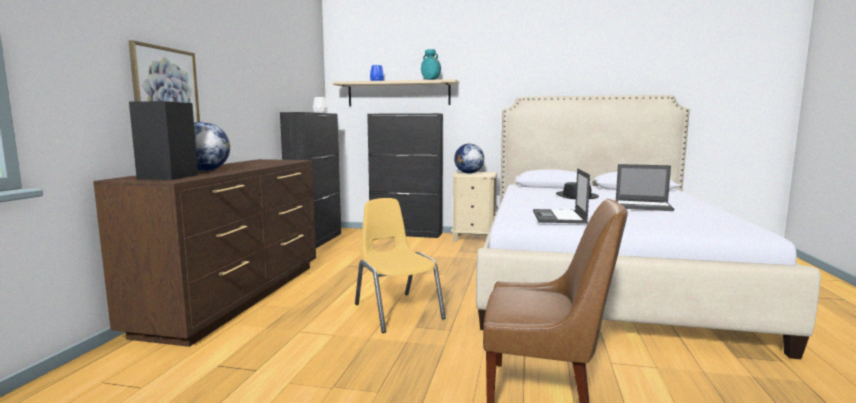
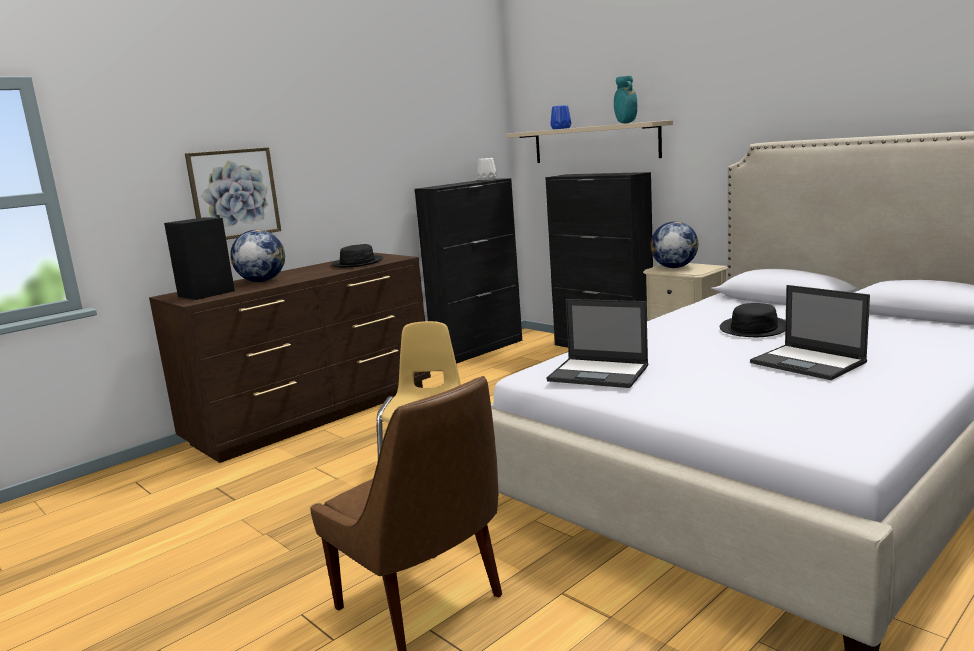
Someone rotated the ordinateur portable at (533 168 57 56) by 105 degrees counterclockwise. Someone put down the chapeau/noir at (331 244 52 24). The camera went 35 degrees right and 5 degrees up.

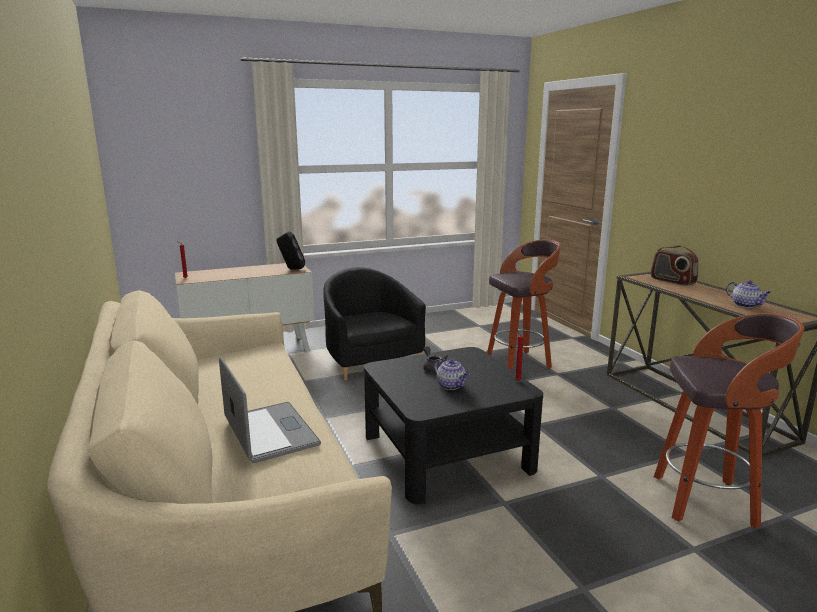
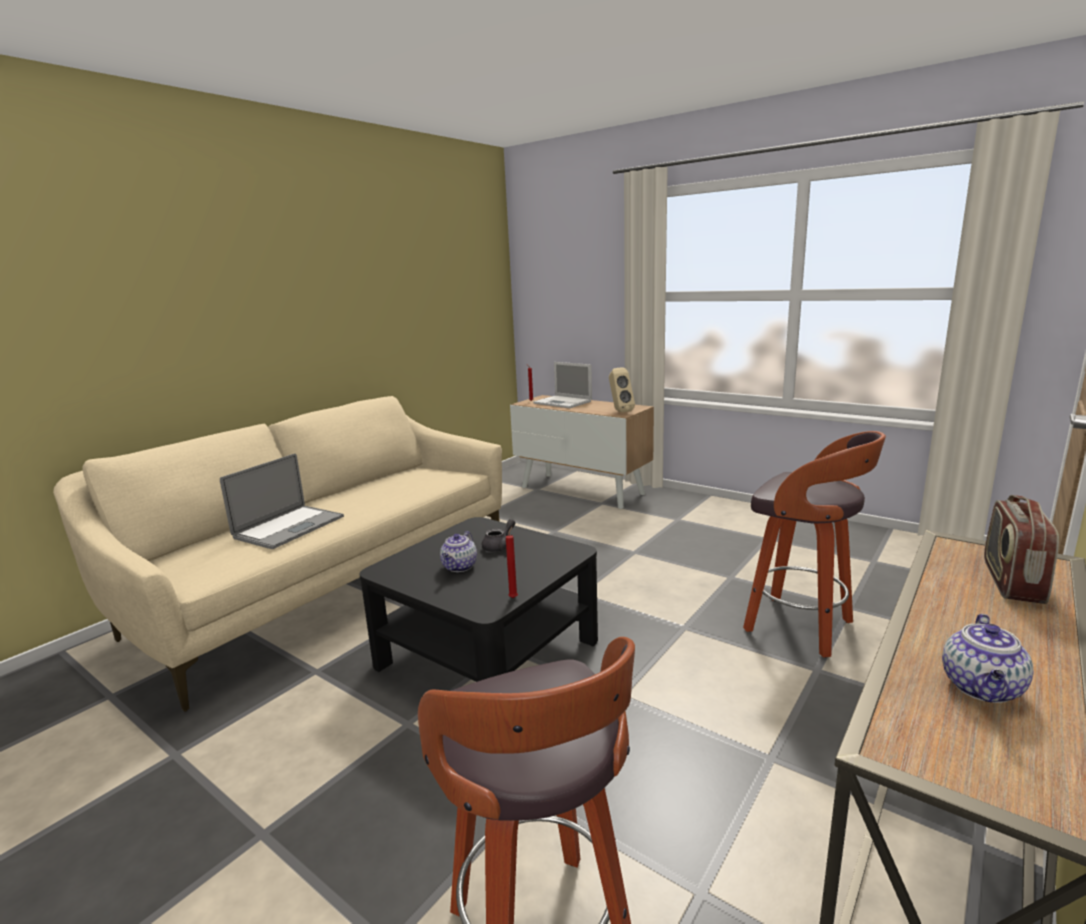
Someone repainted the enceinte/noir at (277 231 28 39), which became the enceinte/beige at (609 368 26 44). Someone took away the fauteuil/noir at (323 267 103 113). Someone put down the ordinateur portable at (533 362 59 46). The camera went 60 degrees right and 0 degrees up.

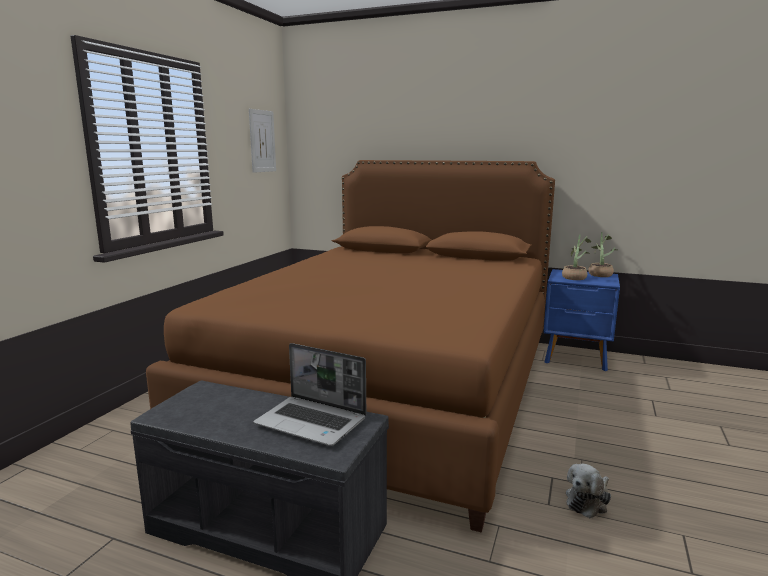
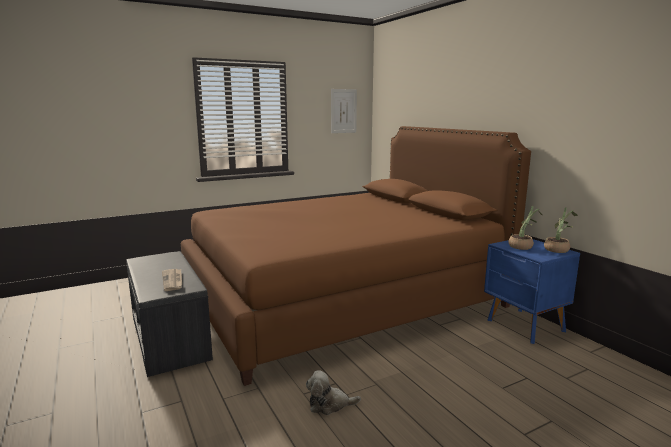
Someone swapped the ordinateur portable at (253 343 113 103) for the journal at (162 269 20 22). The camera went 40 degrees right and 0 degrees up.

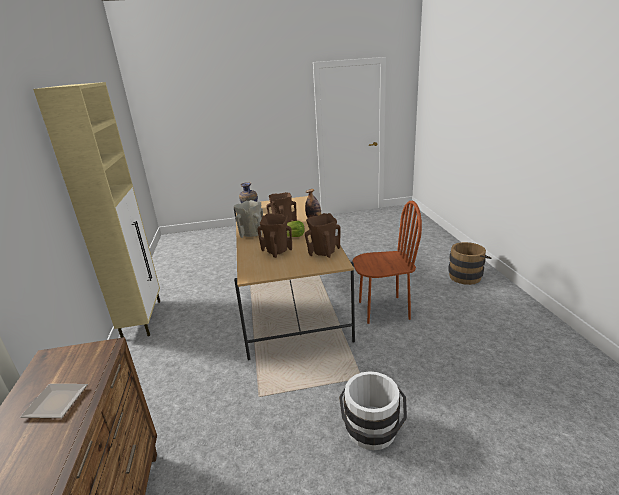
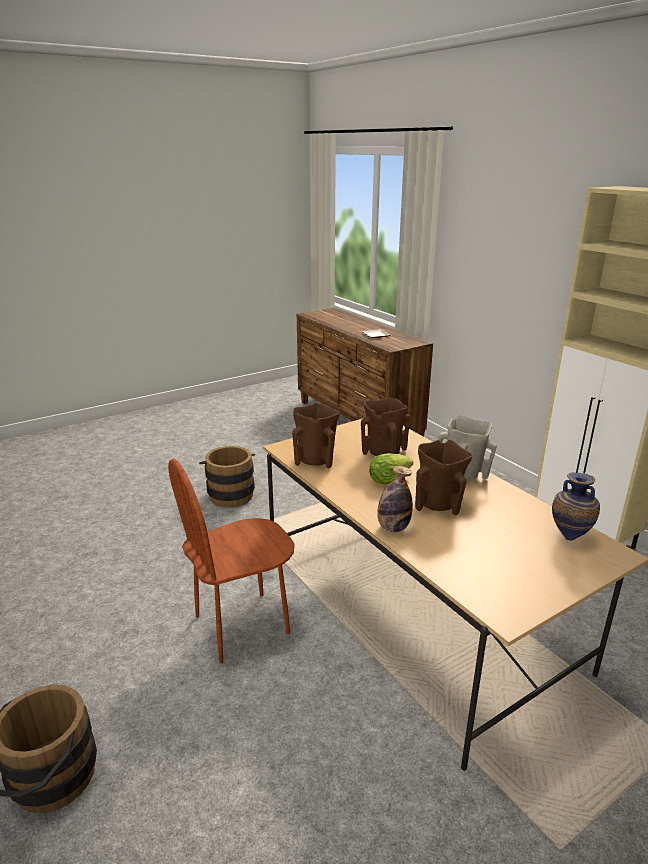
Someone repainted the seau/blanc at (339 371 68 79), which became the seau/marron at (199 446 56 62). The camera went 155 degrees right and 0 degrees up.

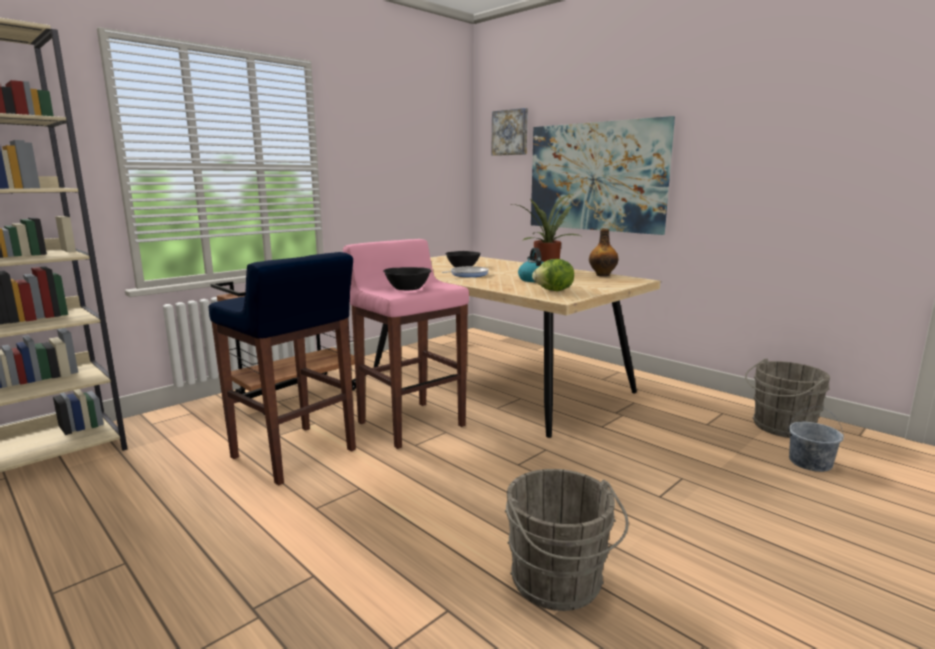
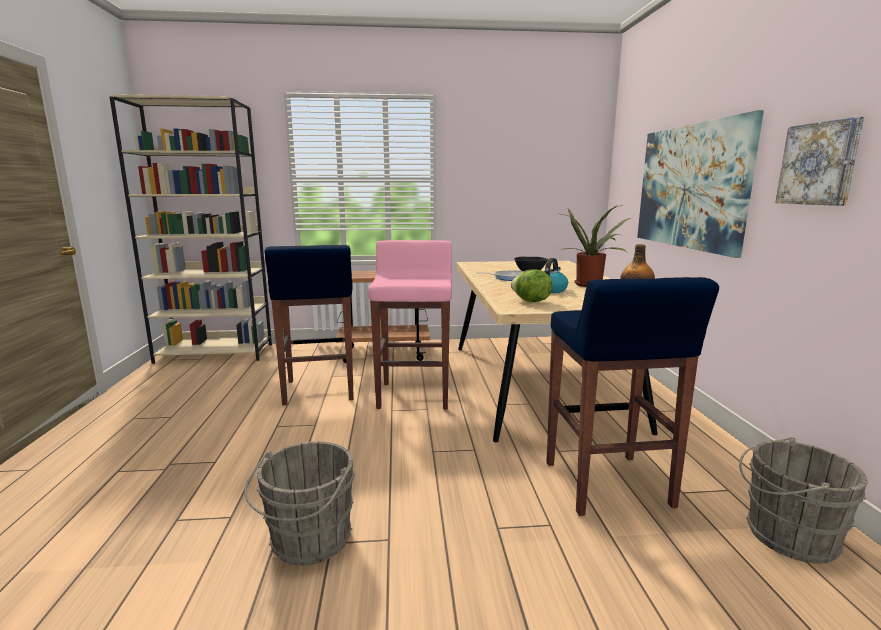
Someone carried the tableau from (491 108 37 48) to (775 117 89 89). Someone took away the bol/noir at (383 267 48 24). Someone took away the seau/gris at (788 406 56 66). Someone put down the tabouret/bleu at (546 277 173 239). The camera went 40 degrees right and 0 degrees up.

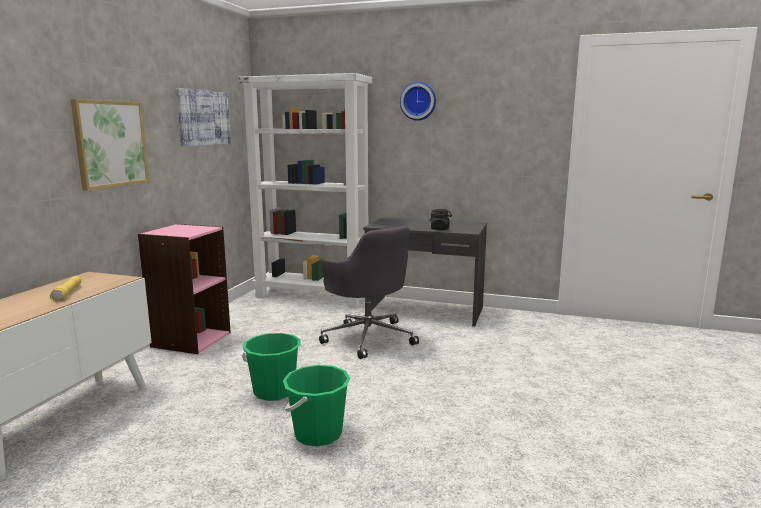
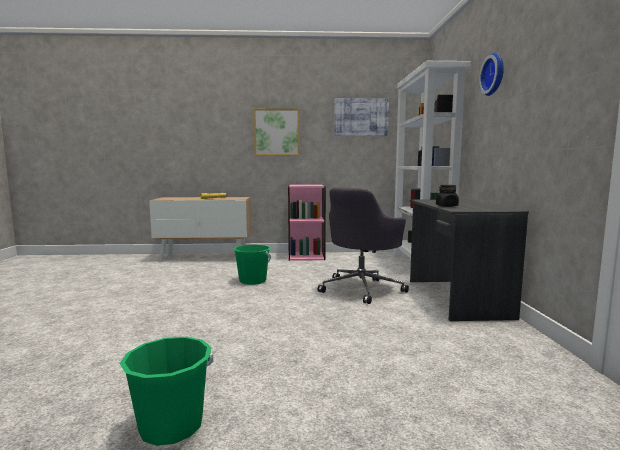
Someone carried the seau/vert from (283 365 68 82) to (120 337 94 109). The camera went 70 degrees right and 5 degrees down.

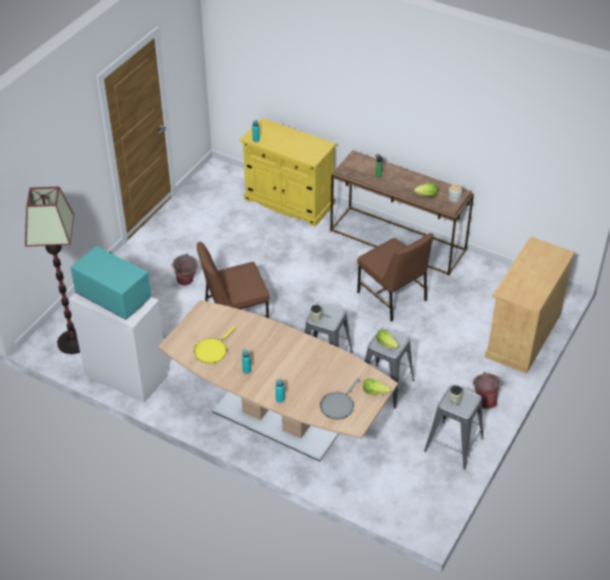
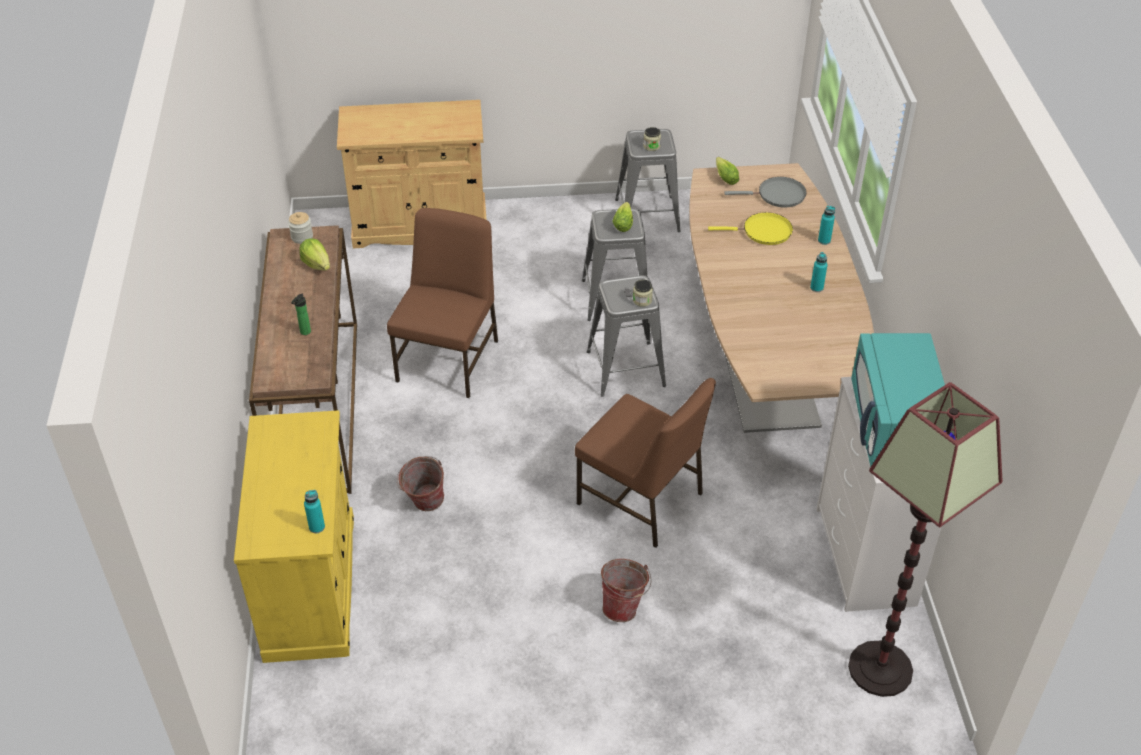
Someone carried the poêle/jaune from (194 326 42 38) to (708 212 85 33). Someone carried the seau from (473 372 29 37) to (397 456 47 55). The camera went 125 degrees left and 0 degrees up.

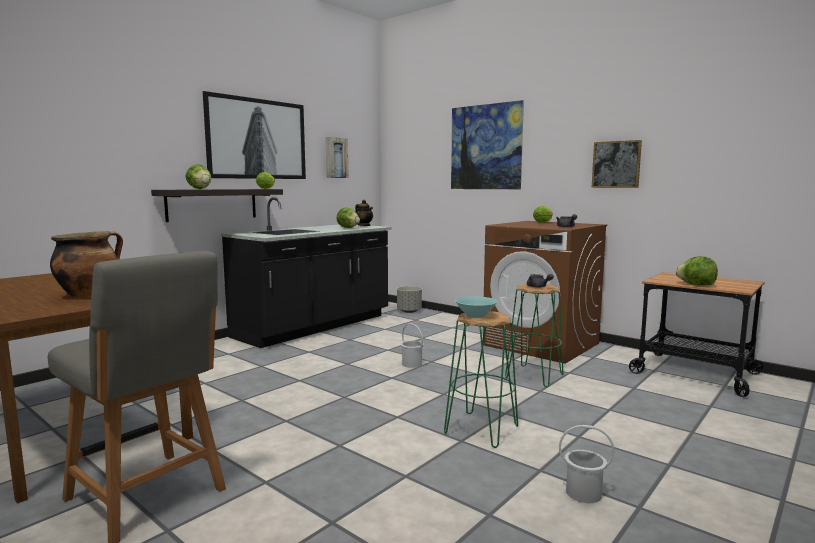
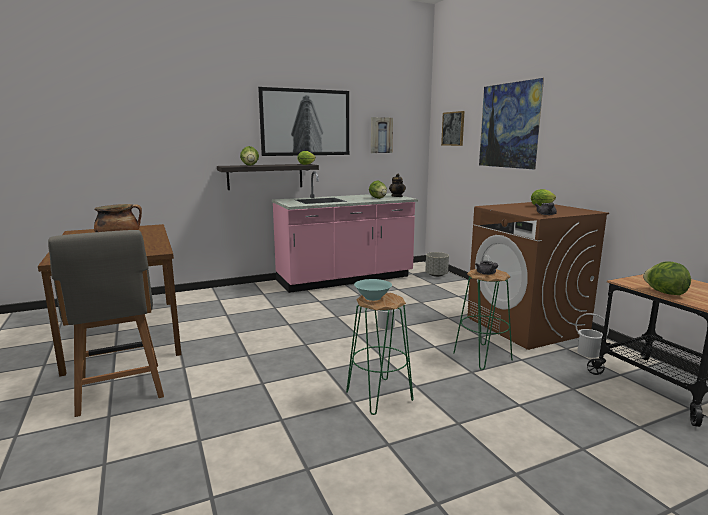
Someone carried the tableau from (592 140 50 48) to (441 111 23 35). Someone repainted the comptoir de cuisine/noir at (221 197 170 151), which became the comptoir de cuisine/rose at (272 171 146 122). Someone carried the seau/blanc from (559 425 56 78) to (575 313 34 45). The camera went 25 degrees right and 5 degrees up.

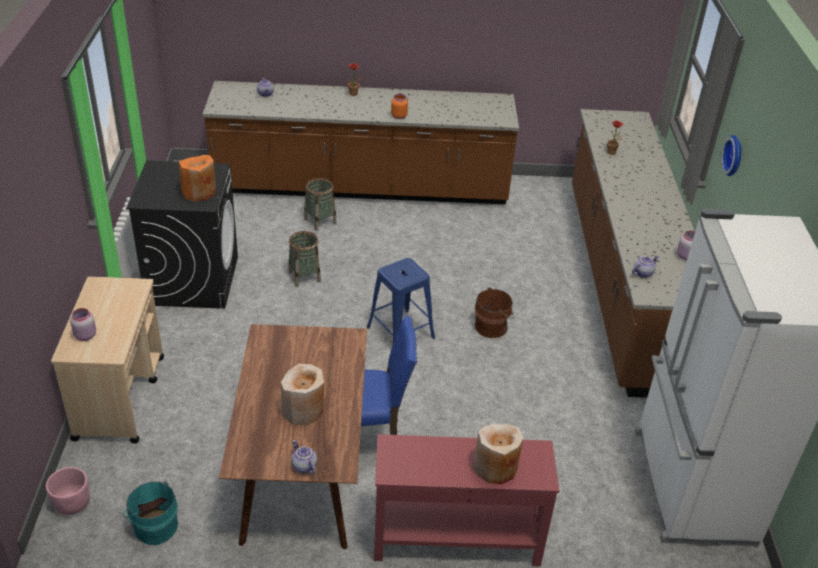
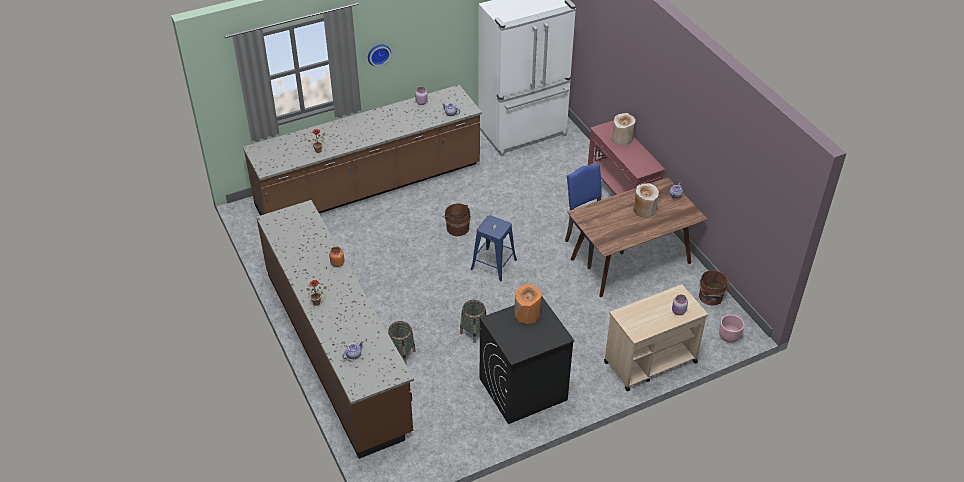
Someone repainted the seau/turquoise at (123 481 55 64), which became the seau/marron at (699 270 30 36). The camera went 115 degrees left and 5 degrees up.

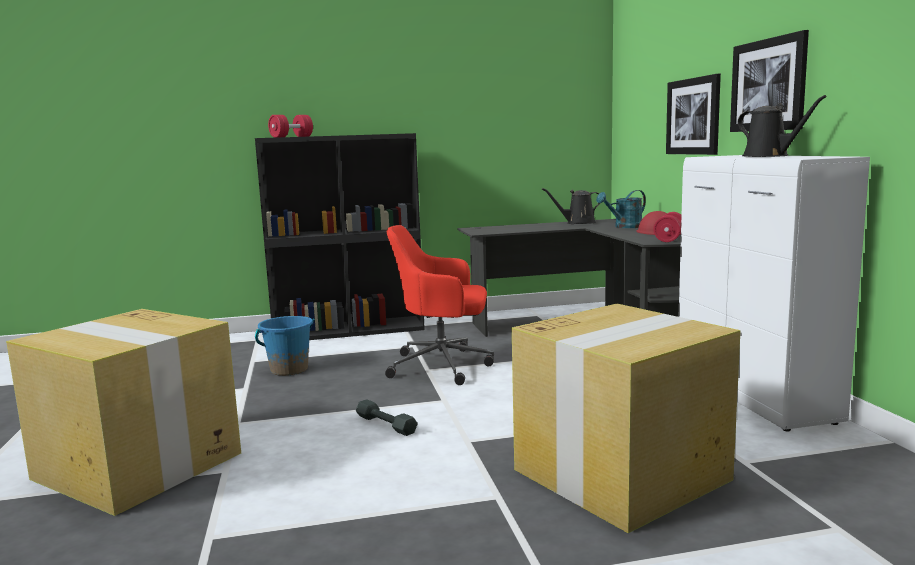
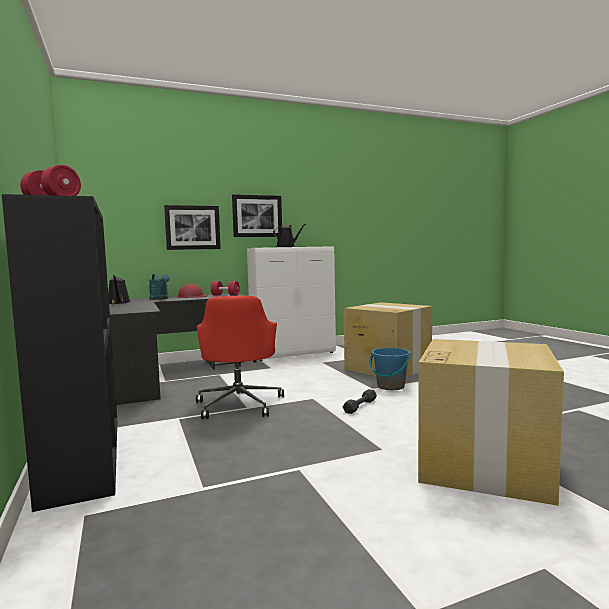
Someone carried the seau/bleu from (255 316 59 60) to (369 348 42 42). The camera went 100 degrees left and 5 degrees down.

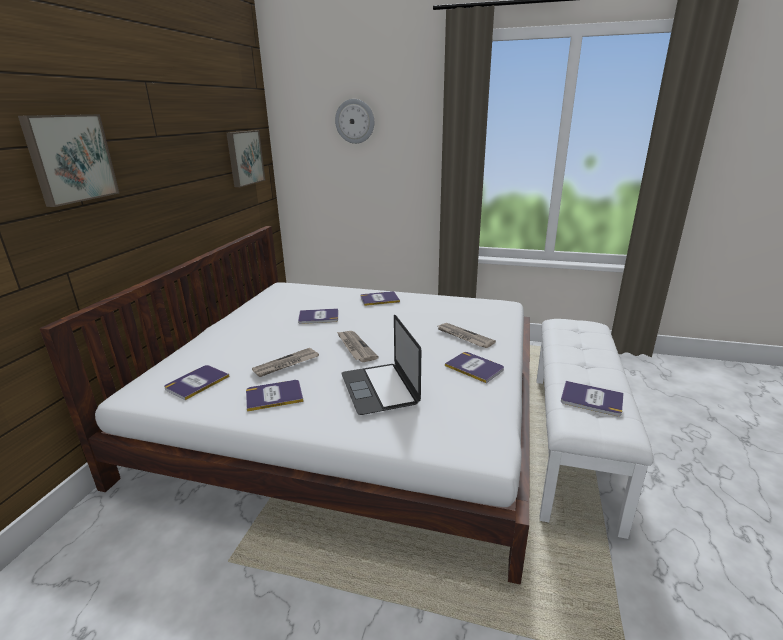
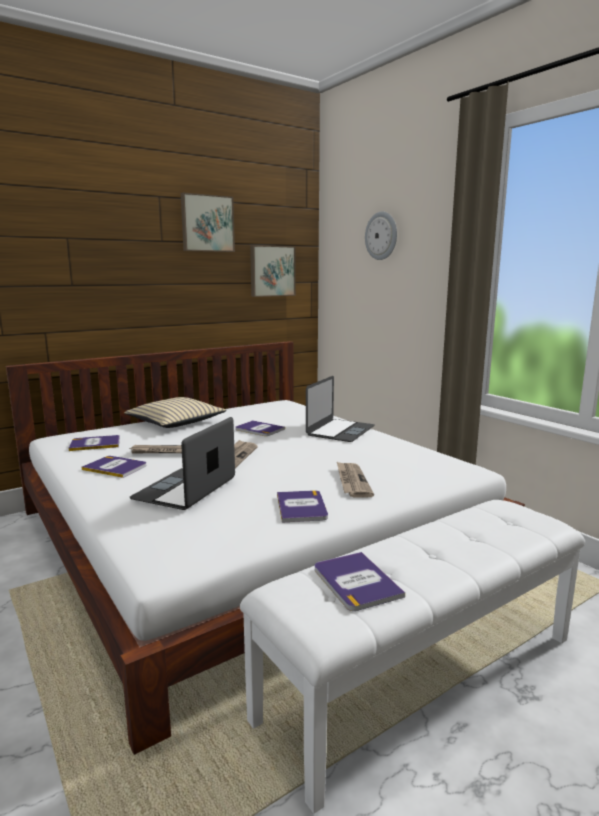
Someone carried the tableau from (18 114 101 93) to (181 193 54 59). Someone swapped the livre at (360 291 40 15) for the ordinateur portable at (306 376 68 66). Someone put down the coussin/beige at (124 397 103 31). The camera went 40 degrees right and 10 degrees down.

